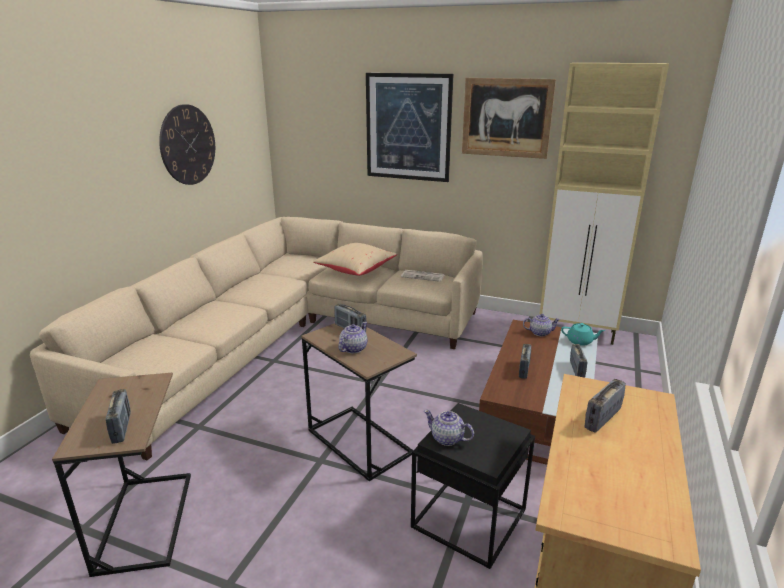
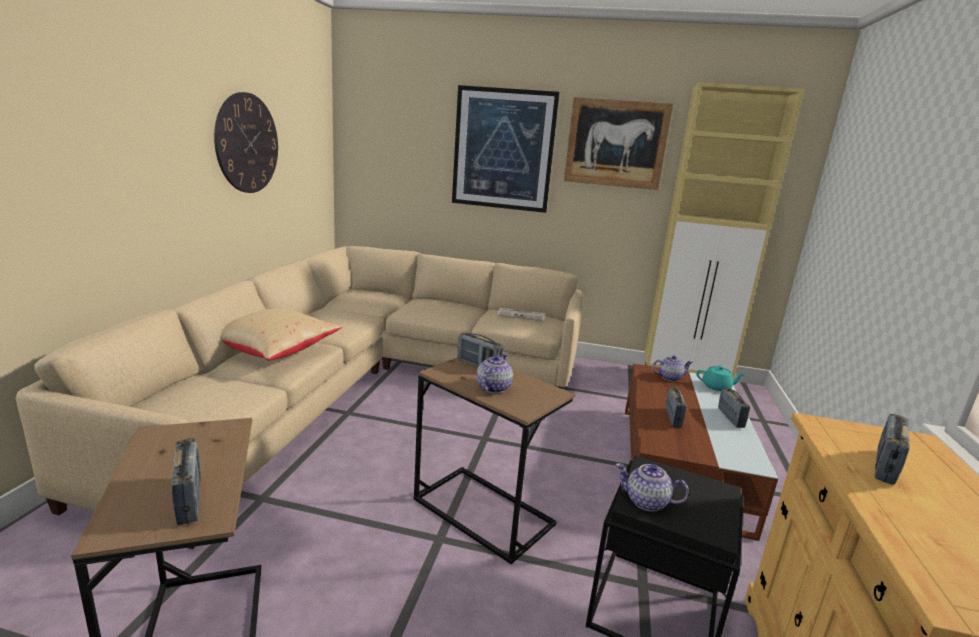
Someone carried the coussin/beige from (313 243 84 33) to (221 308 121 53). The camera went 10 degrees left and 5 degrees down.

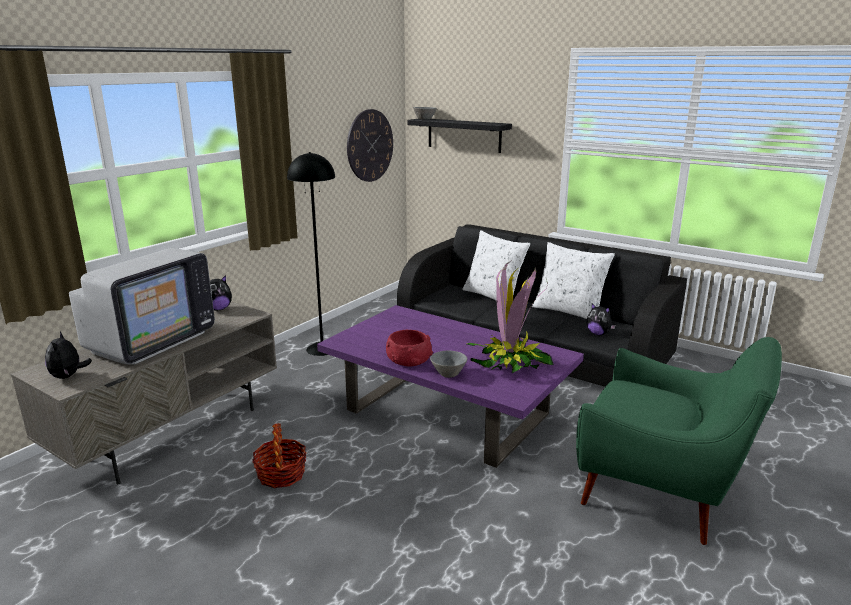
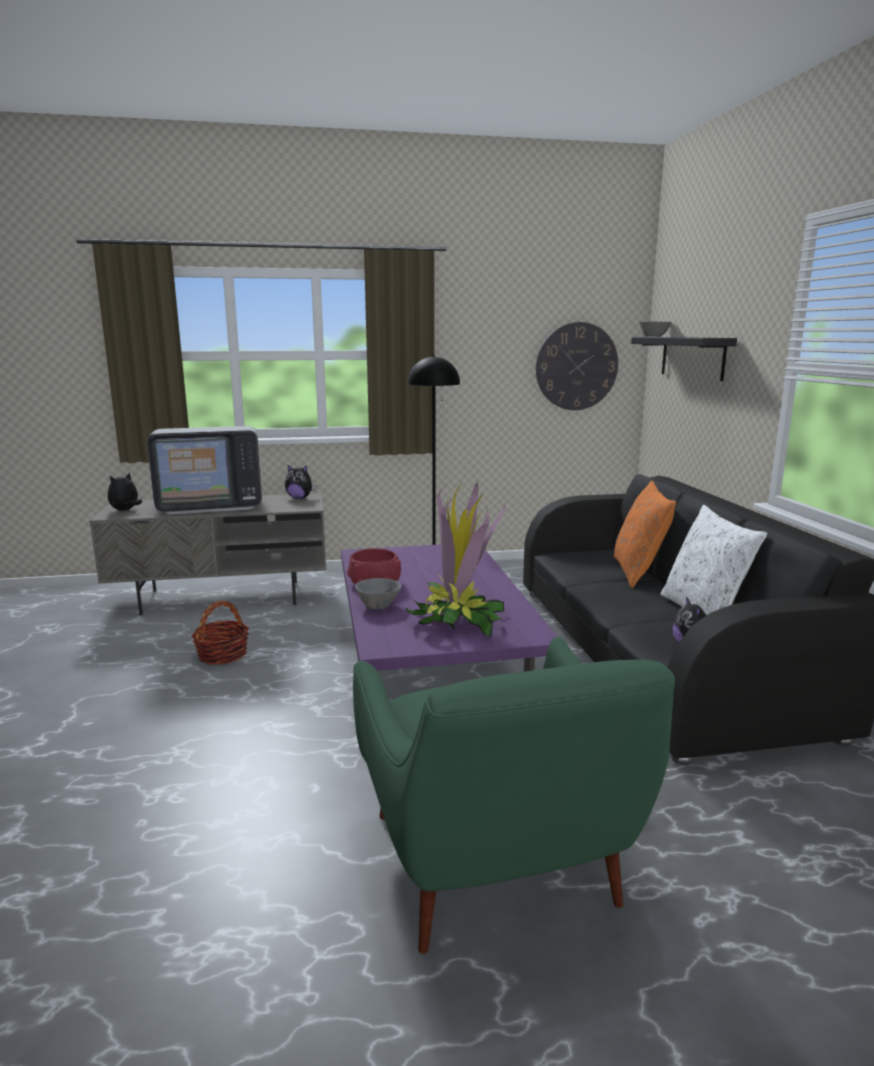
Someone repainted the coussin/blanc at (463 230 67 71), which became the coussin/orange at (614 481 62 107). The camera went 45 degrees right and 5 degrees down.

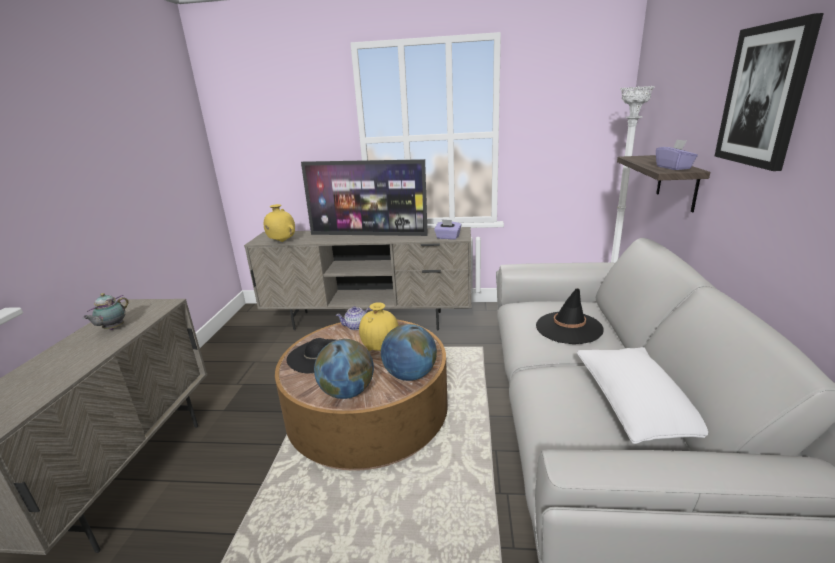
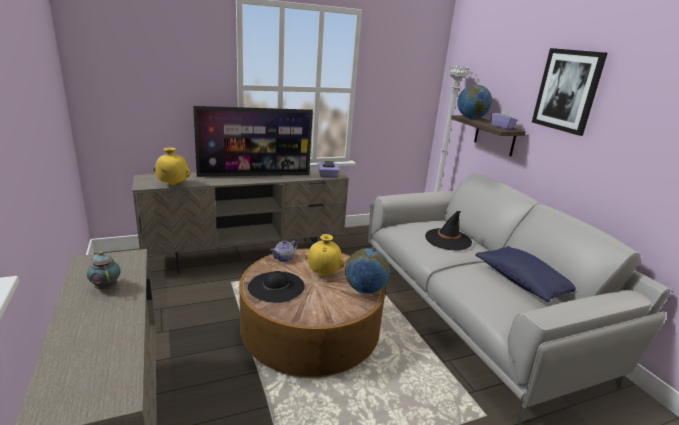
Someone rotated the théière at (83 293 46 37) by 150 degrees clockwise. Someone carried the globe from (314 339 60 60) to (457 85 35 34). Someone repainted the coussin/blanc at (577 347 131 97), which became the coussin/bleu at (475 246 101 56). The camera went 30 degrees left and 0 degrees up.

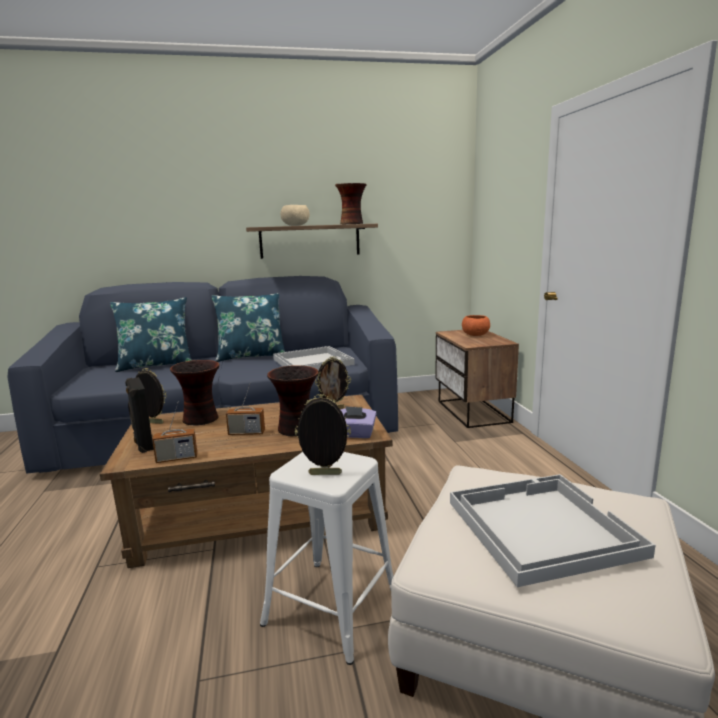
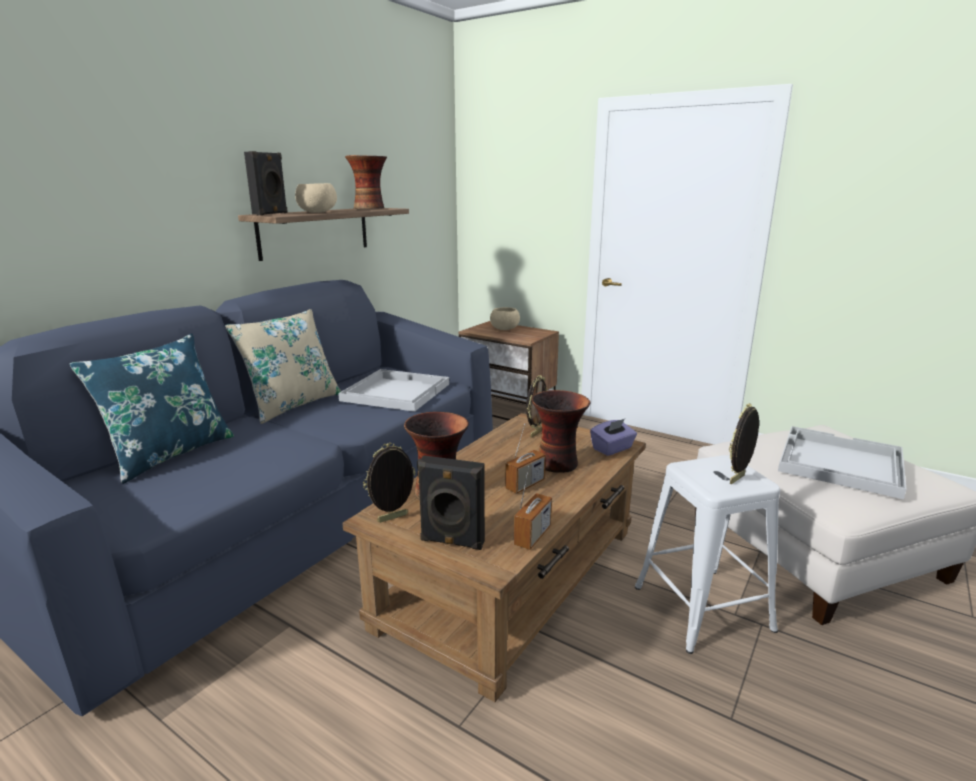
Someone repainted the coussin/bleu at (212 293 73 69), which became the coussin/beige at (225 309 116 115). Someone repainted the bol/orange at (462 315 28 21), which became the bol/beige at (490 307 30 23). Someone put down the enceinte/noir at (244 151 44 64). The camera went 45 degrees left and 5 degrees up.

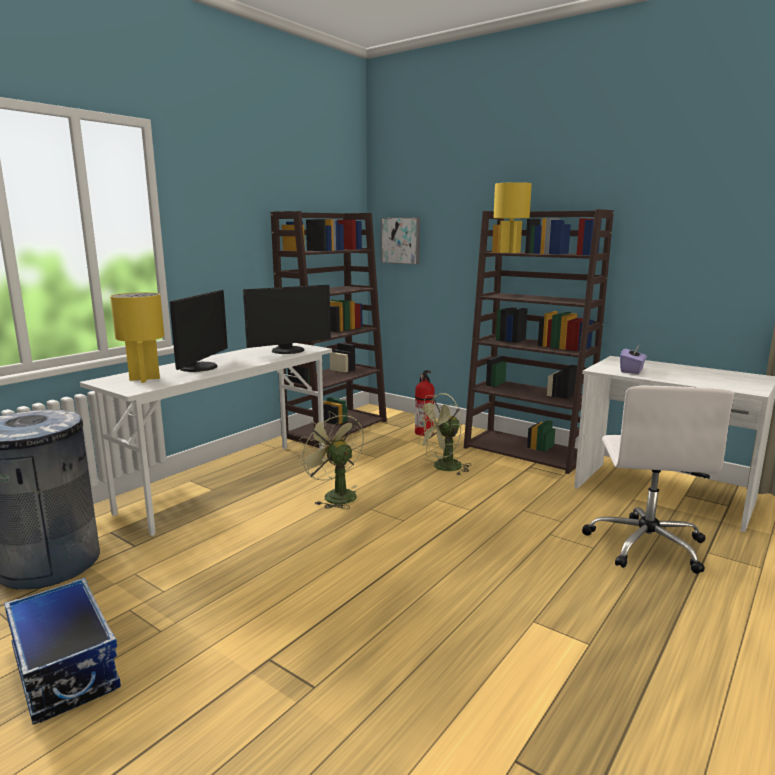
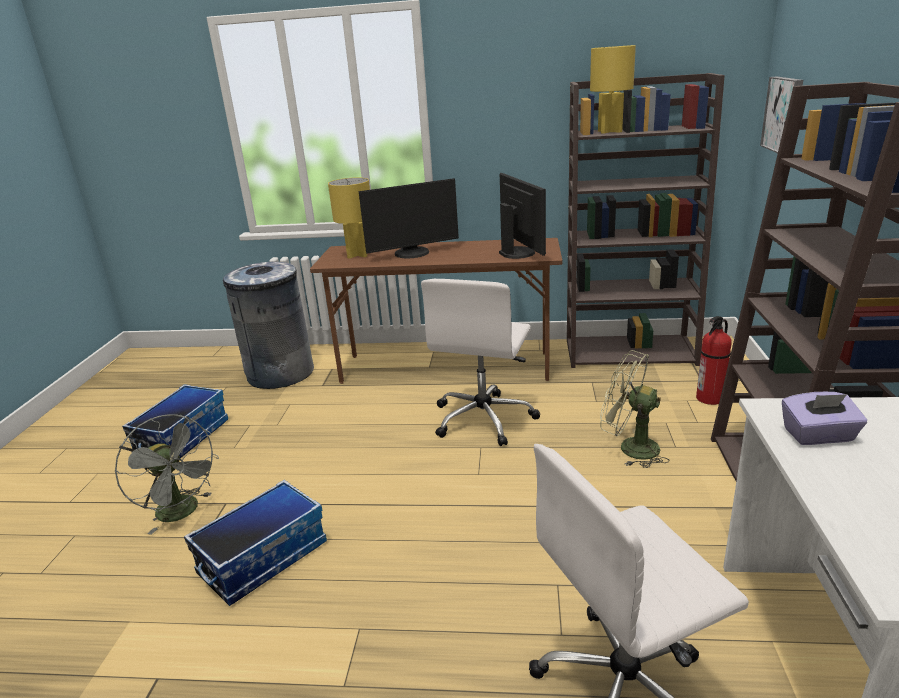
Someone carried the lampe de table/jaune from (494 182 38 71) to (590 45 46 89). Someone rotated the écran d'ordinateur at (243 285 88 69) by 135 degrees counterclockwise. Someone repainted the bureau/blanc at (80 343 252 193), which became the bureau/marron at (310 238 252 146). Someone swapped the ventilateur/vert at (298 411 66 98) for the chaise de bureau/blanc at (421 279 119 167). Someone put down the ventilateur/gris at (115 414 104 121). Someone put down the boîte de rangement at (184 480 143 126). The camera went 60 degrees right and 10 degrees up.

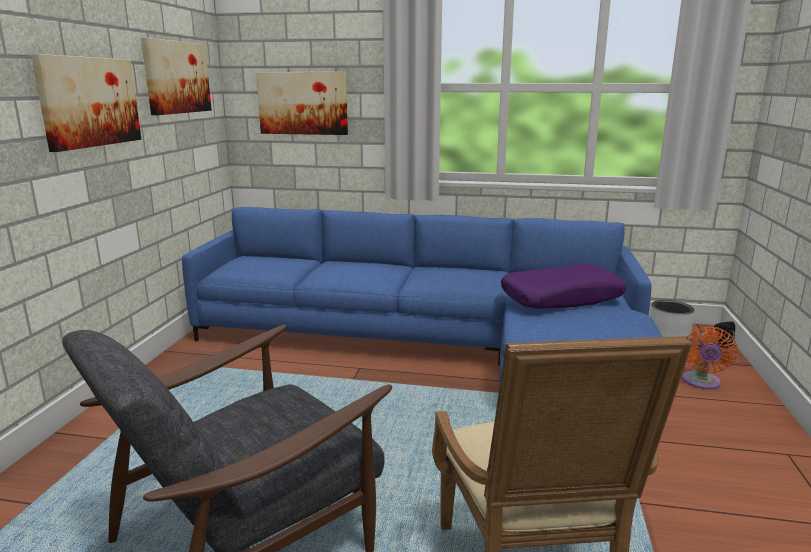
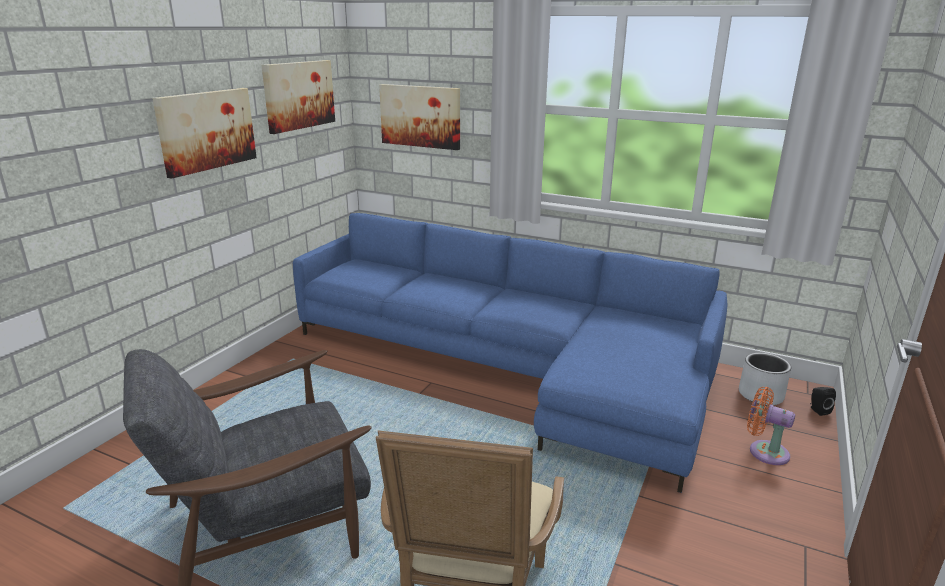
Someone took away the coussin/violet at (501 263 125 46). Someone rotated the ventilateur/orange at (682 327 56 63) by 90 degrees clockwise. The camera went 15 degrees right and 5 degrees up.

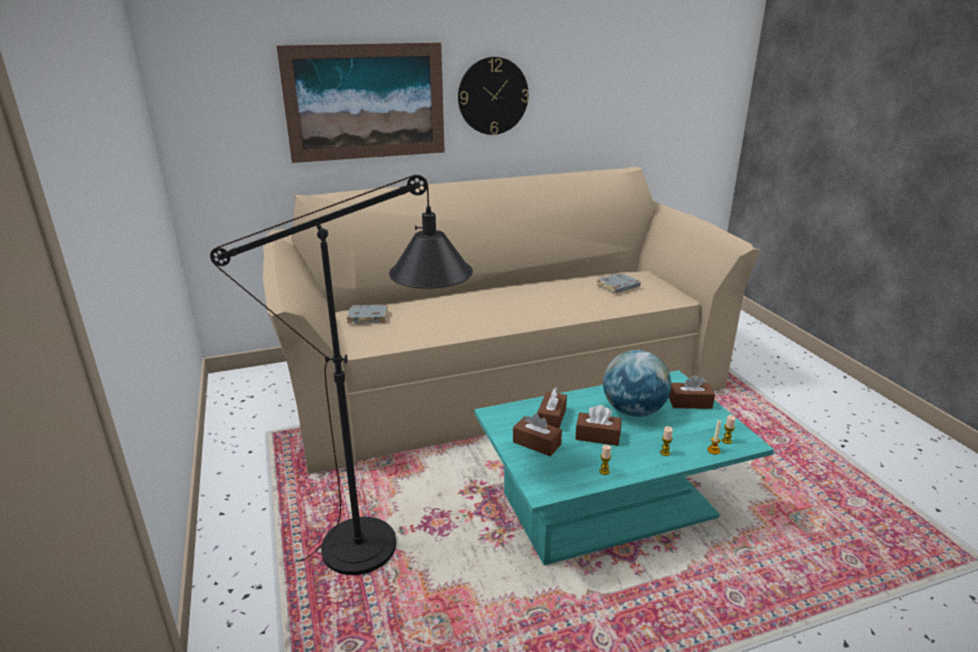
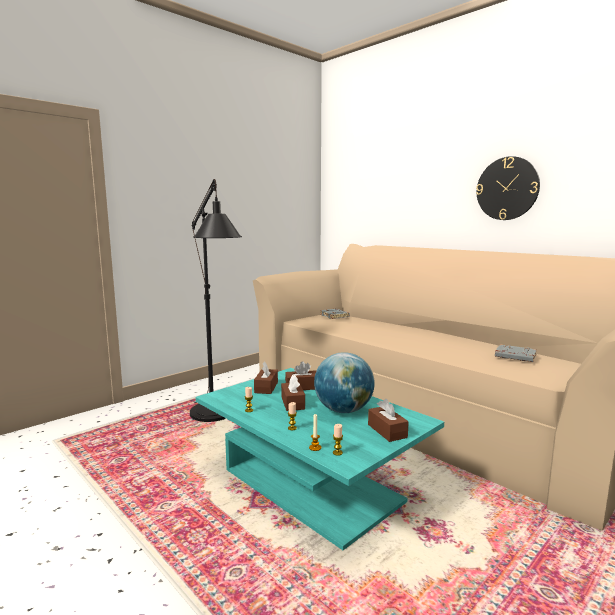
Someone took away the tableau at (277 42 168 121). The camera went 65 degrees right and 15 degrees down.

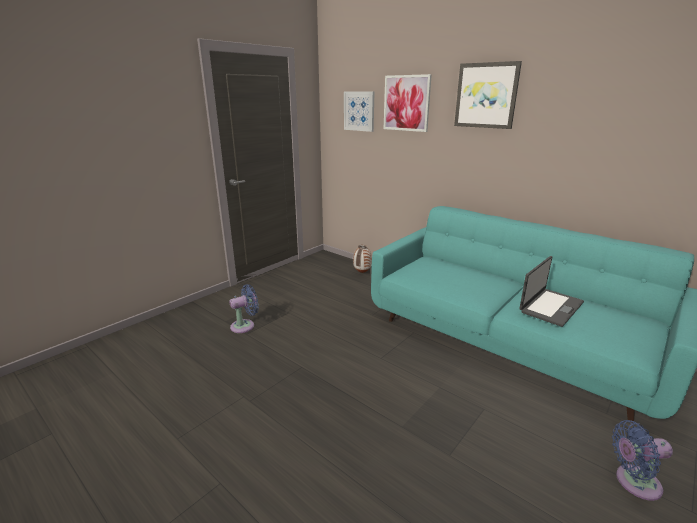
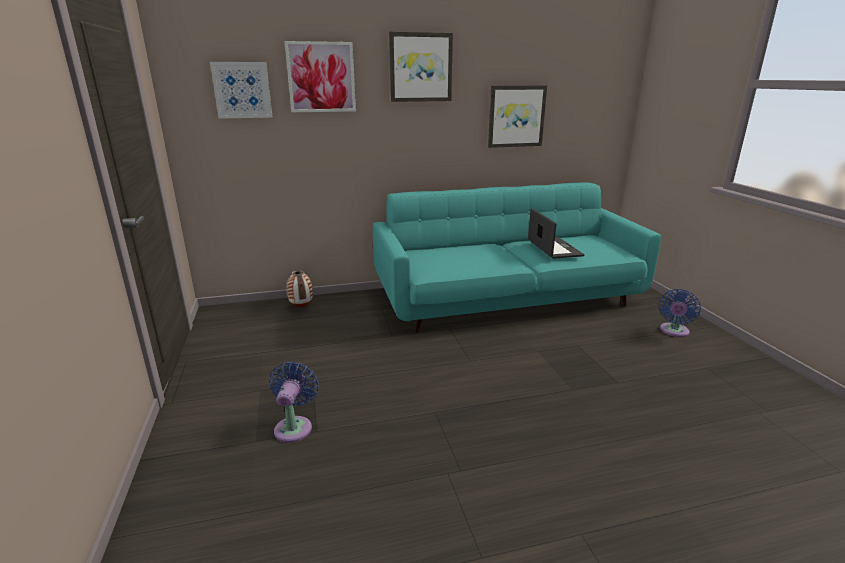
Someone put up the tableau at (488 85 59 63). The camera went 55 degrees left and 0 degrees up.

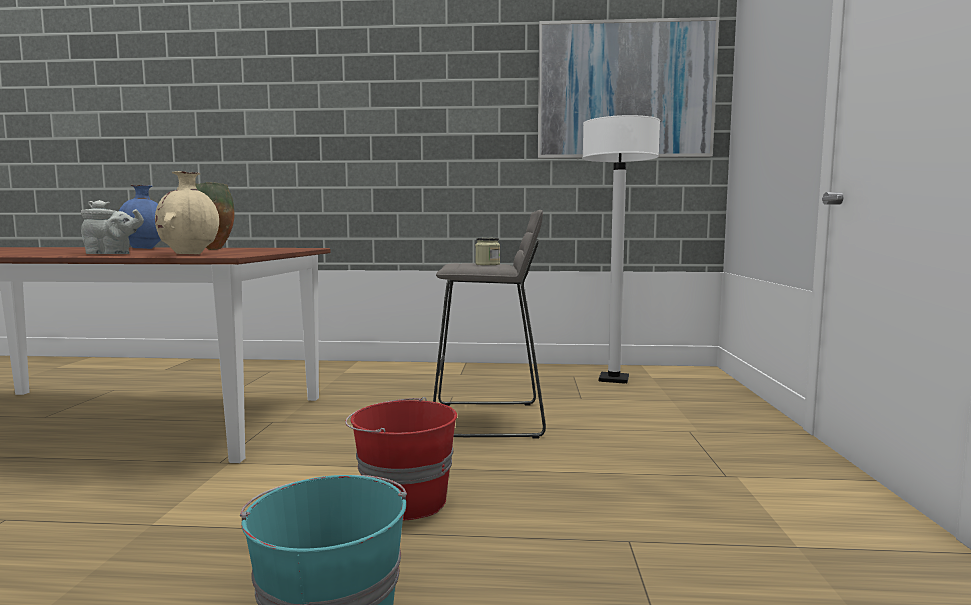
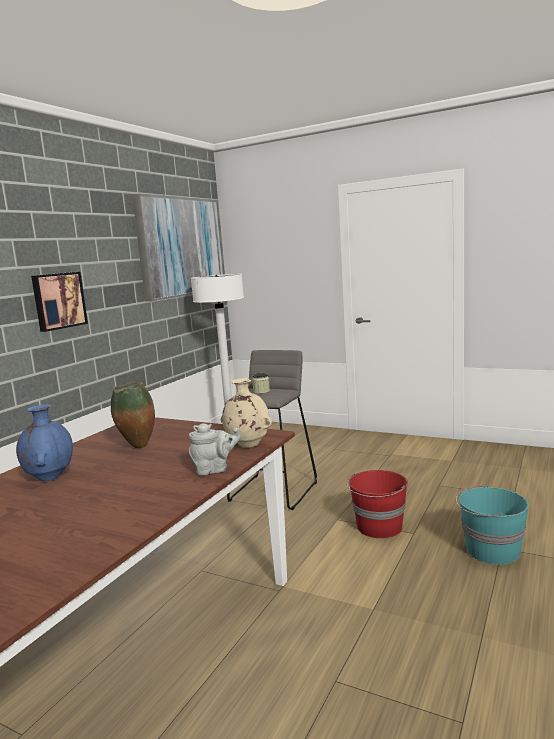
Someone rotated the théière/gris at (81 200 63 54) by 60 degrees clockwise. Someone put up the tableau at (31 272 57 60). The camera went 65 degrees left and 5 degrees up.

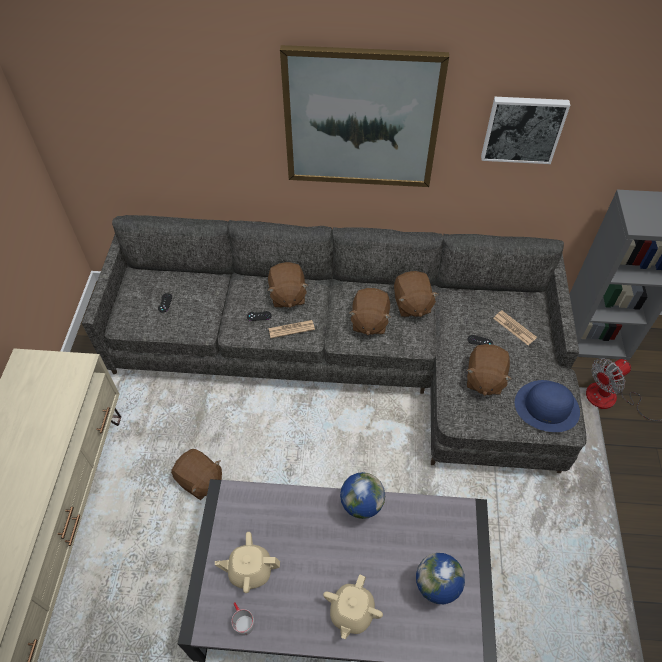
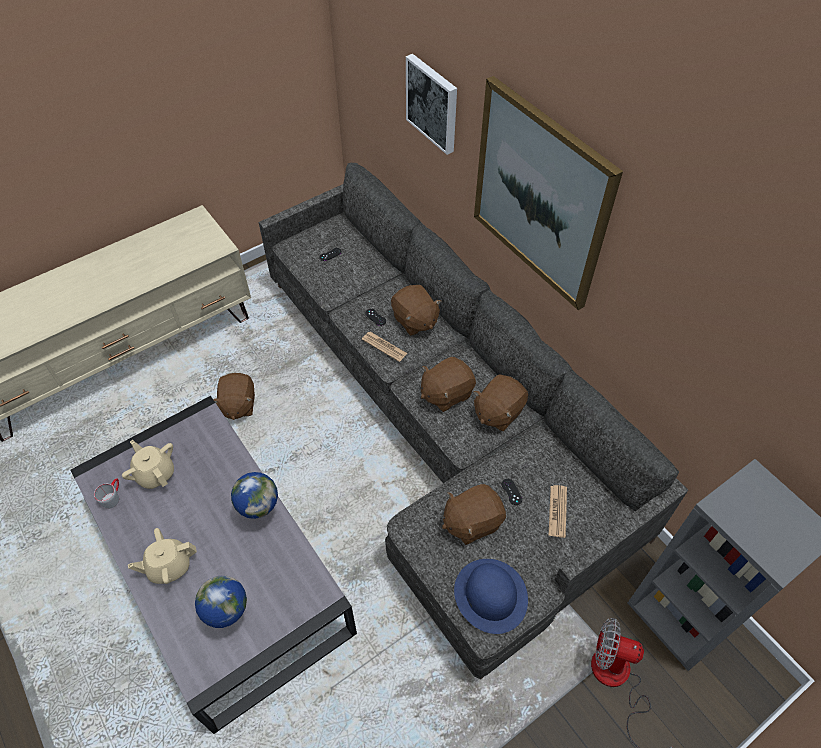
Someone carried the tableau from (481 97 89 67) to (406 54 51 101). Someone rotated the peluche/marron at (268 262 40 46) by 75 degrees counterclockwise. The camera went 50 degrees right and 0 degrees up.

